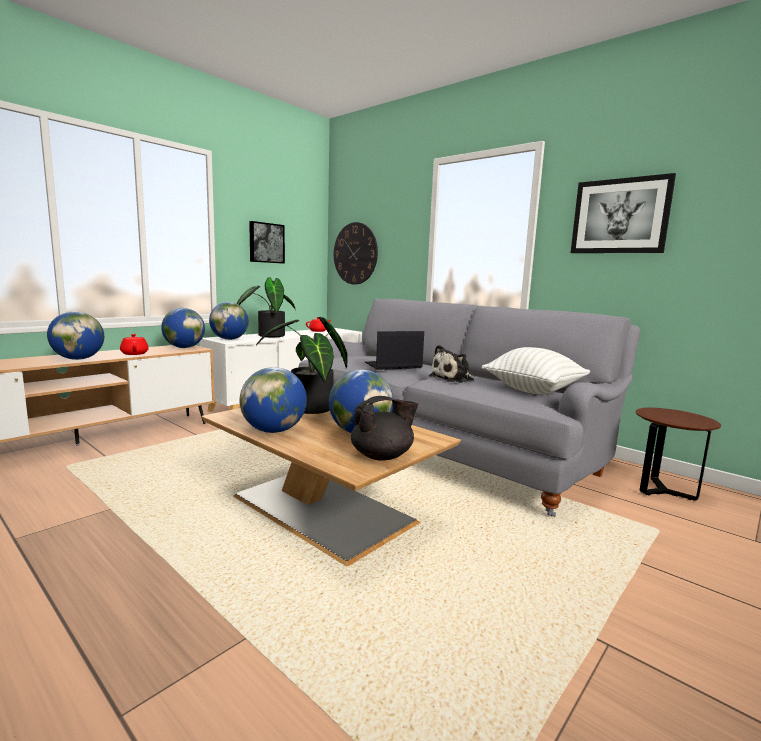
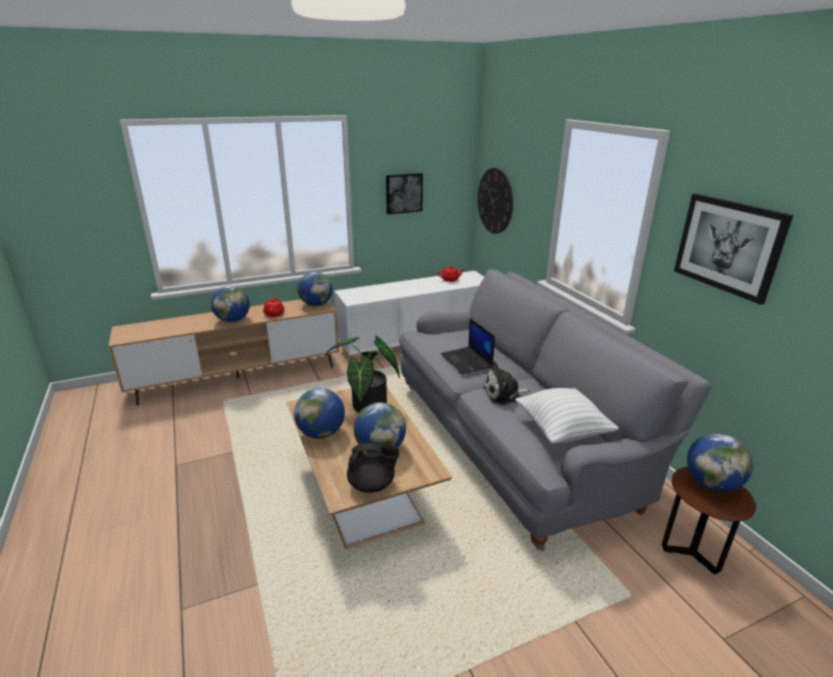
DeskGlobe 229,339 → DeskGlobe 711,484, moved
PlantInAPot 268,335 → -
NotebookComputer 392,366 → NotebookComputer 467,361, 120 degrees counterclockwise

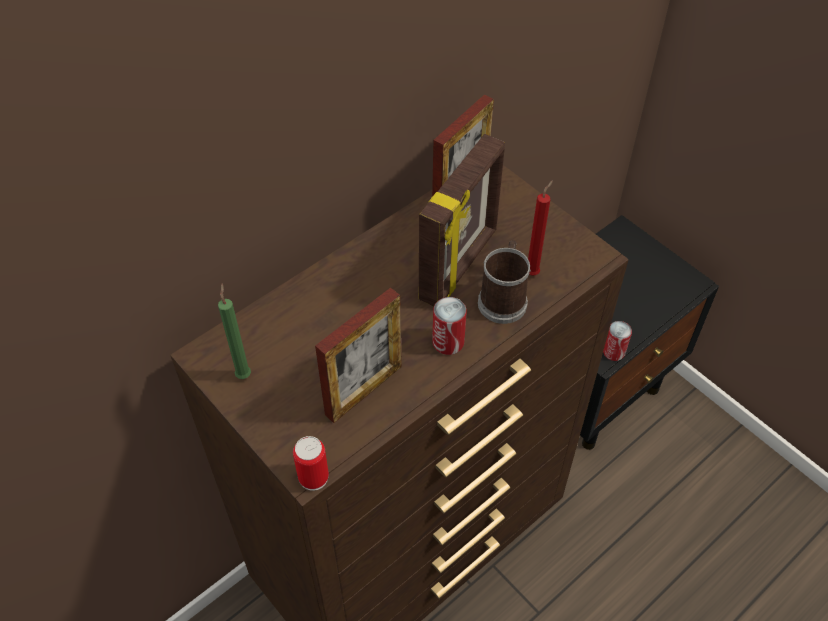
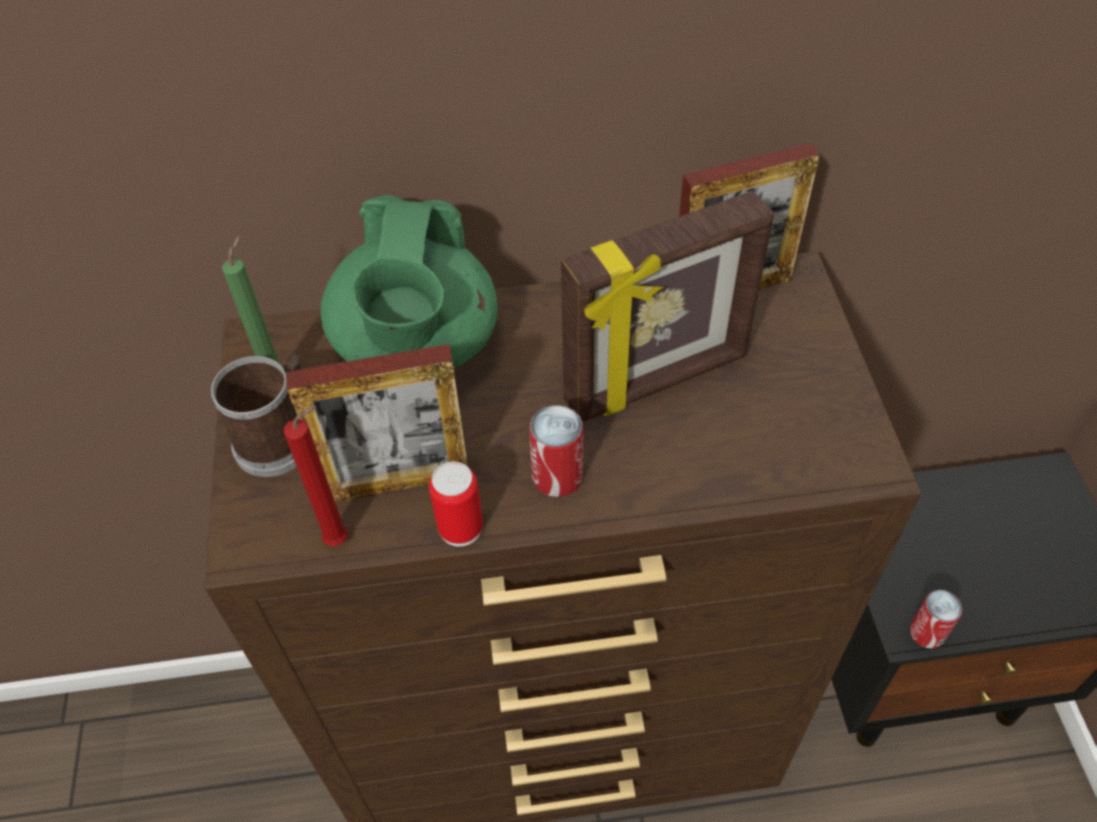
Can 313,477 → Can 460,527, moved
Mug 503,299 → Mug 281,439, moved
RedColouredWaxCandle 533,272 → RedColouredWaxCandle 341,539, moved
- → GreenColouredPotForTea 417,348

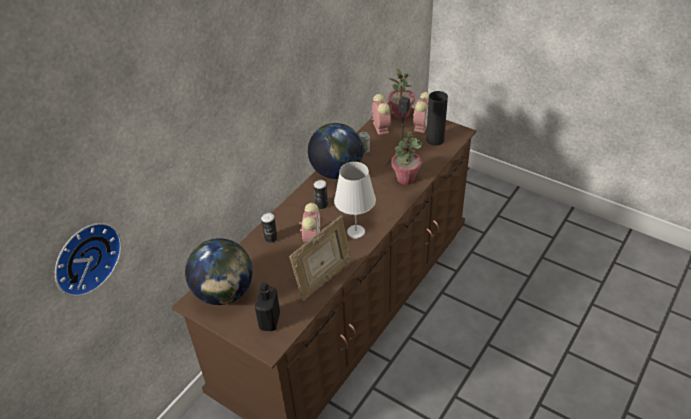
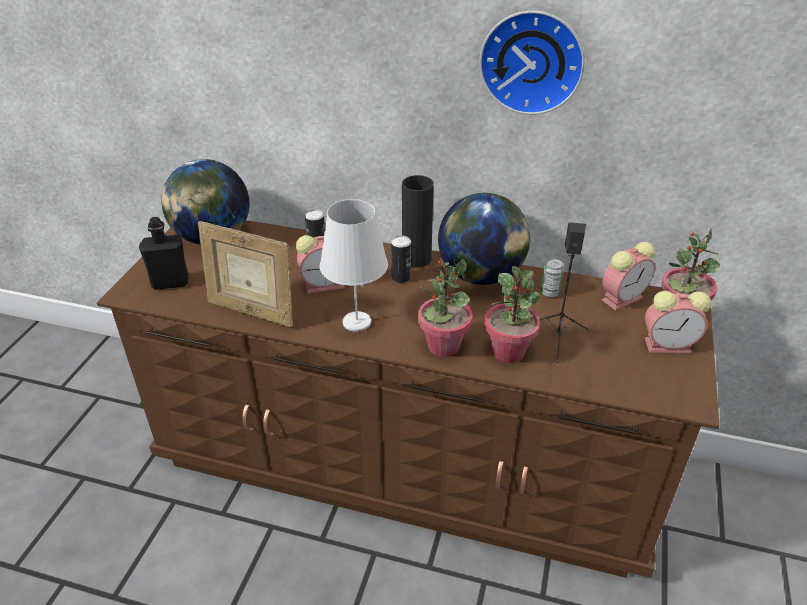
ClockOnTheWall 84,257 → ClockOnTheWall 532,61, moved
BlackColouredDecorativeVase 435,140 → BlackColouredDecorativeVase 416,259, moved
- → PlantInAPot 443,346

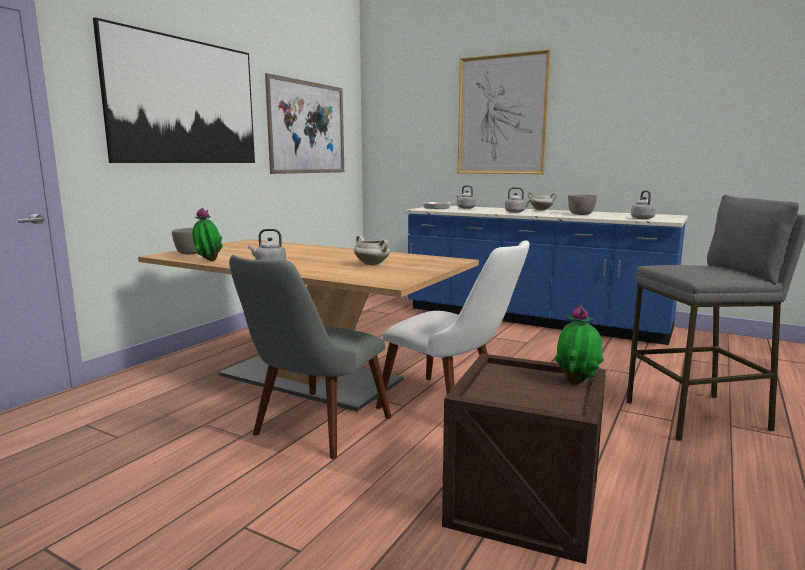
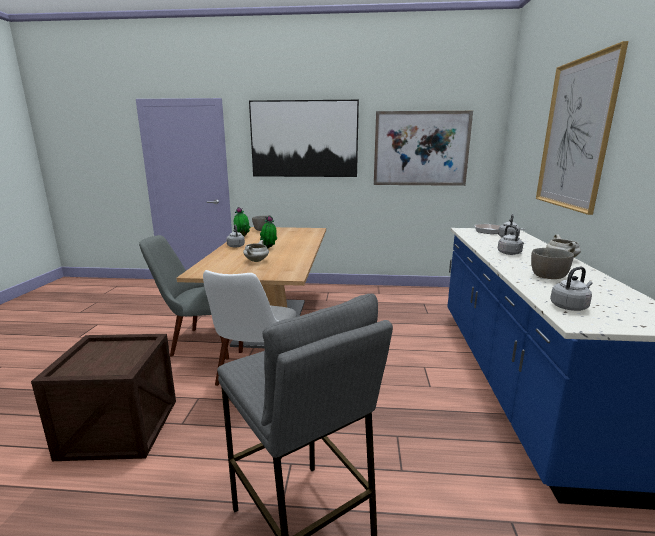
PlantInAPot 577,382 → PlantInAPot 269,248, moved

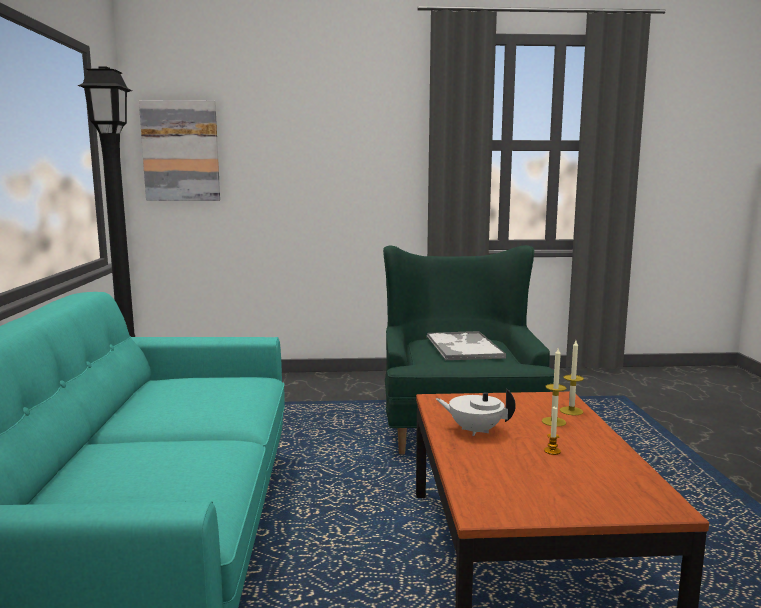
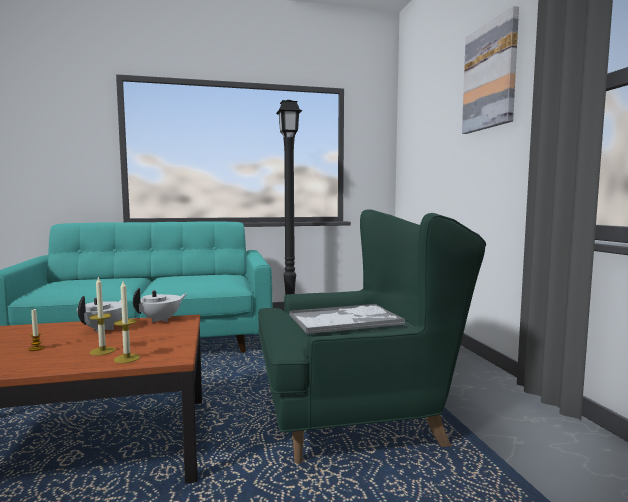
WallArt 181,151 → WallArt 490,76, moved
- → WhitePotForTea 161,319

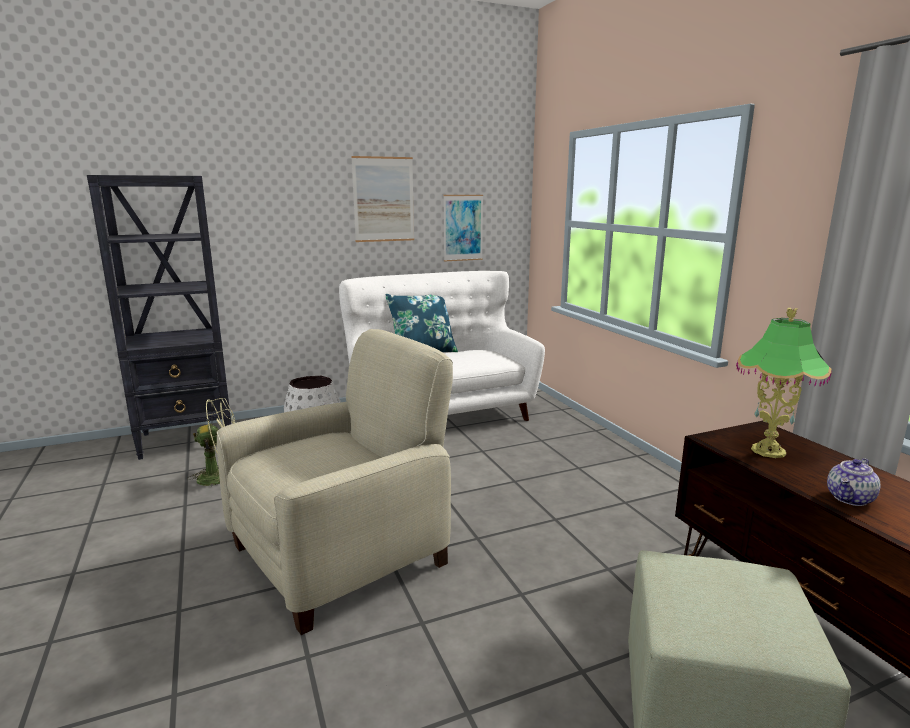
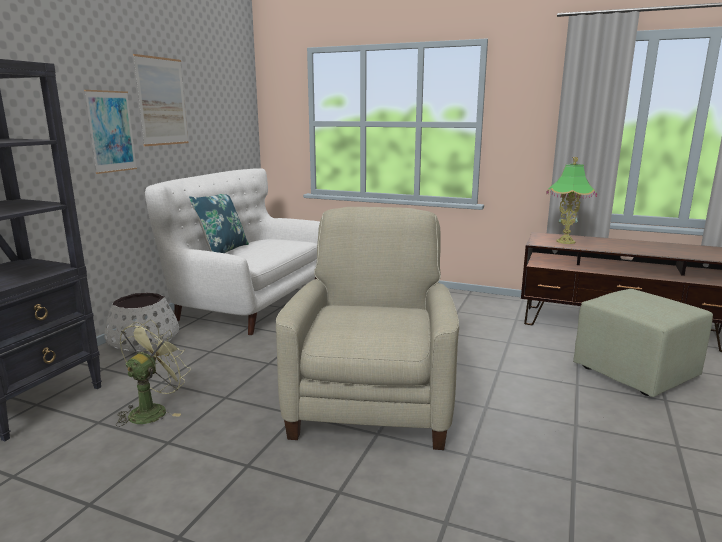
WallArt 463,228 → WallArt 111,131, moved
PotForTea 850,499 → -

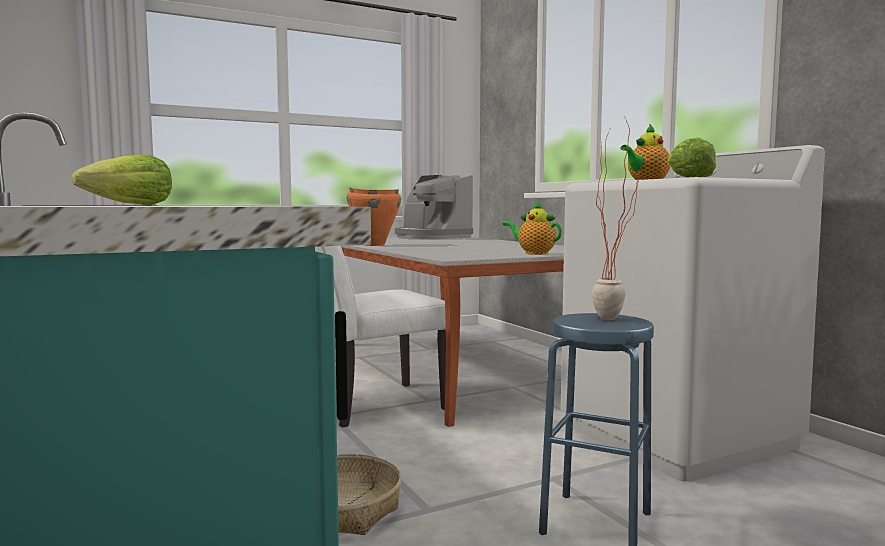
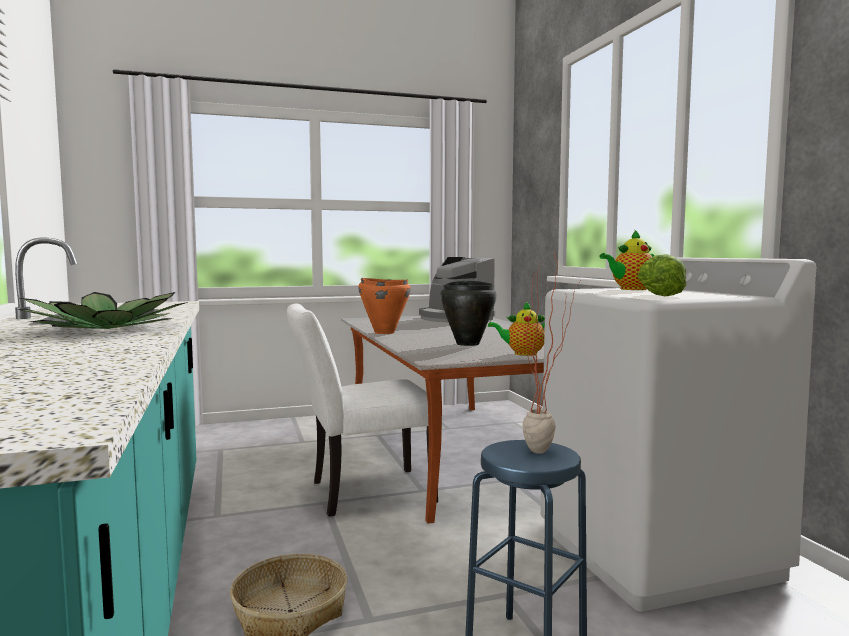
Lettuce 131,205 → PlantInAPot 107,328
PotForTea 534,253 → PotForTea 522,353, 45 degrees counterclockwise
- → BlackColouredStockpot 468,344

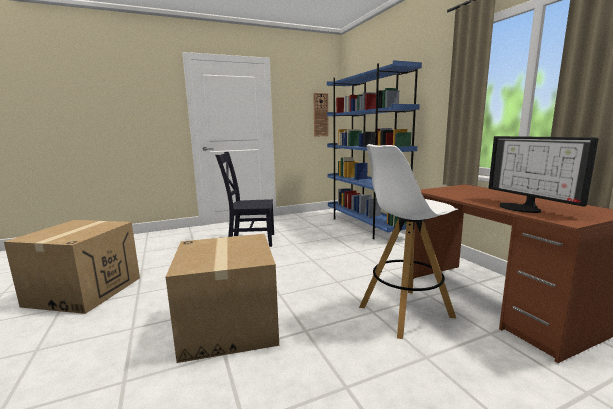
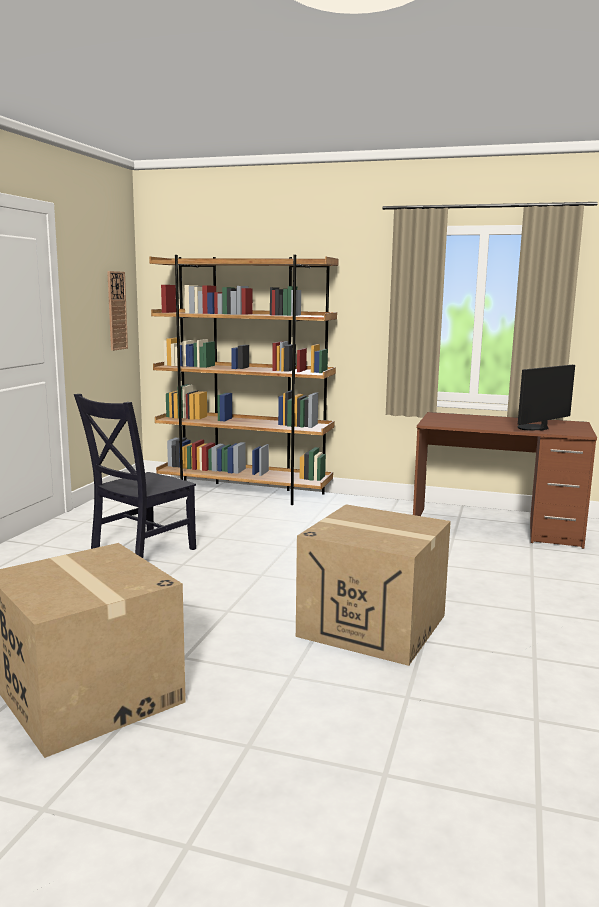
BlueColouredBookshelf 364,226 → BrownishBookshelf 244,492
WhiteStool 404,312 → -
Monitor 523,207 → Monitor 535,428, 120 degrees clockwise

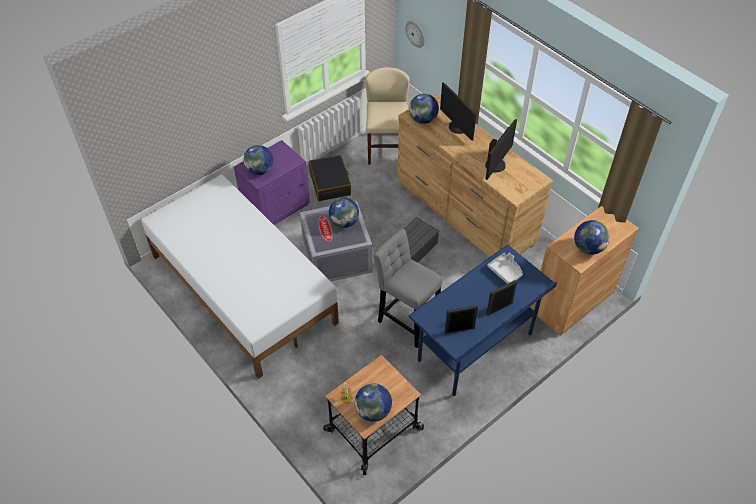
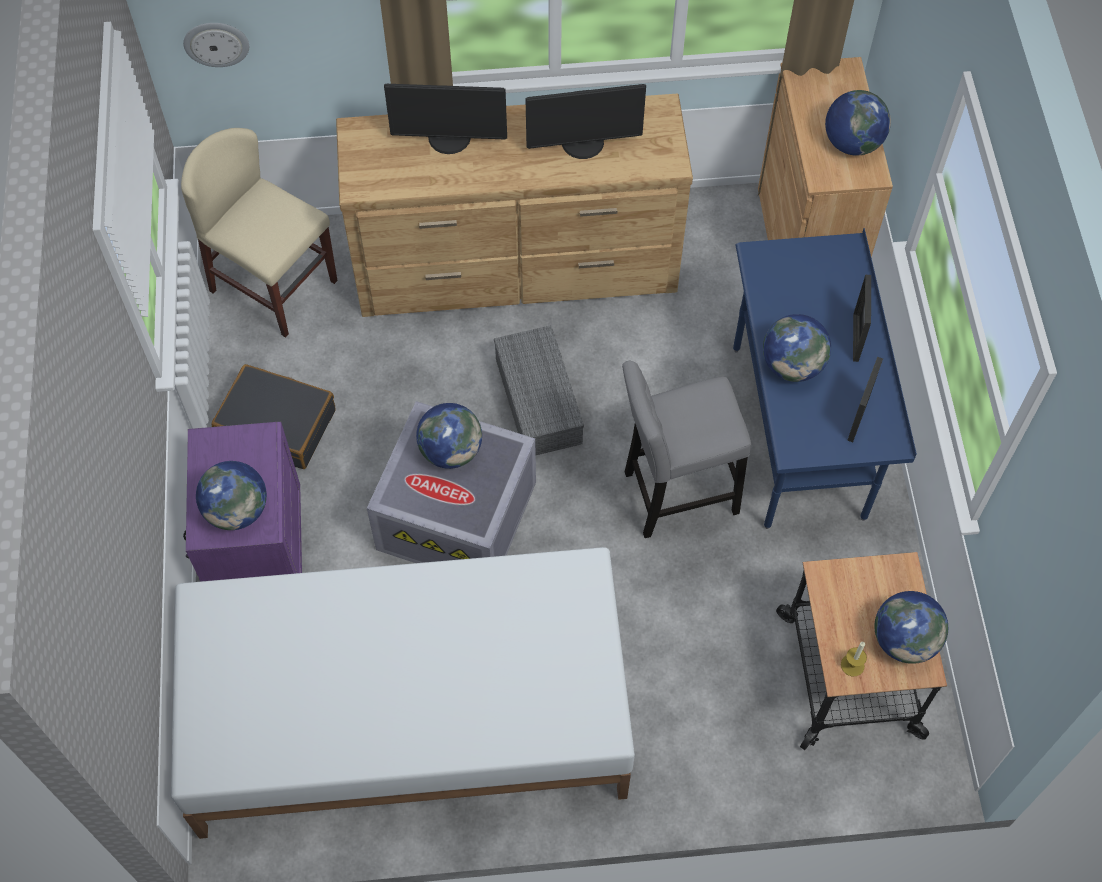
DeskGlobe 423,119 → DeskGlobe 792,365, moved
Monitor 496,165 → Monitor 583,144, 105 degrees clockwise
GrayTray 505,271 → -

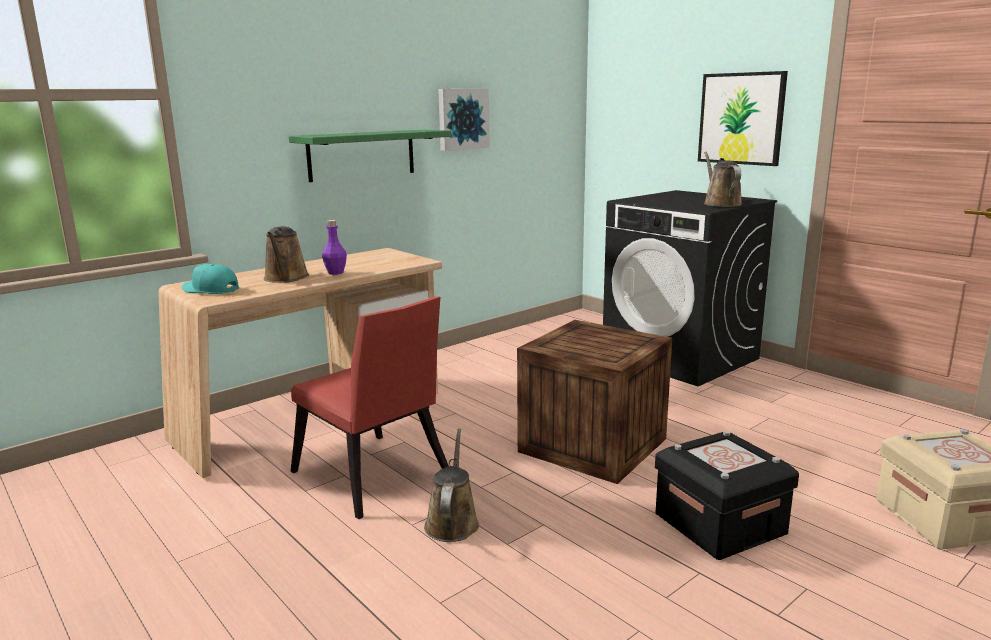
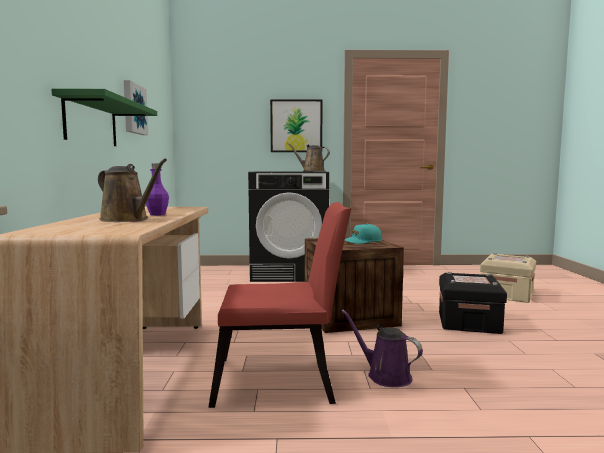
TurquoiseColouredBaseballCap 210,290 → TurquoiseColouredBaseballCap 362,241, moved
BrownishSprinklingCan 452,522 → PurplishSprinklingCan 385,375

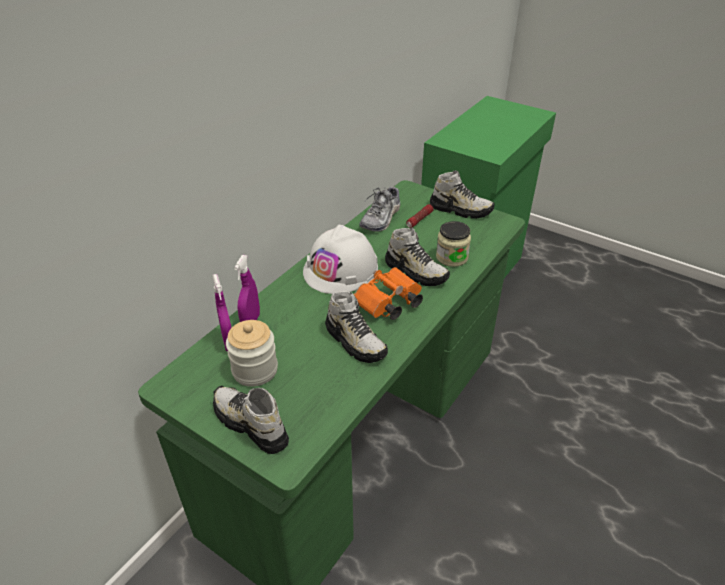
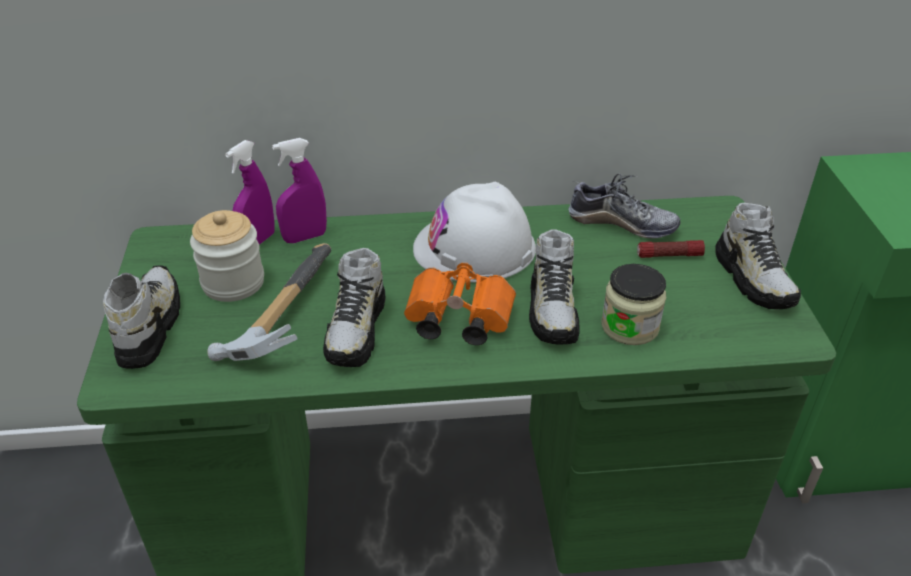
ItemOfFootwear 381,218 → ItemOfFootwear 622,223, 150 degrees counterclockwise
- → ToolHammer 278,316

